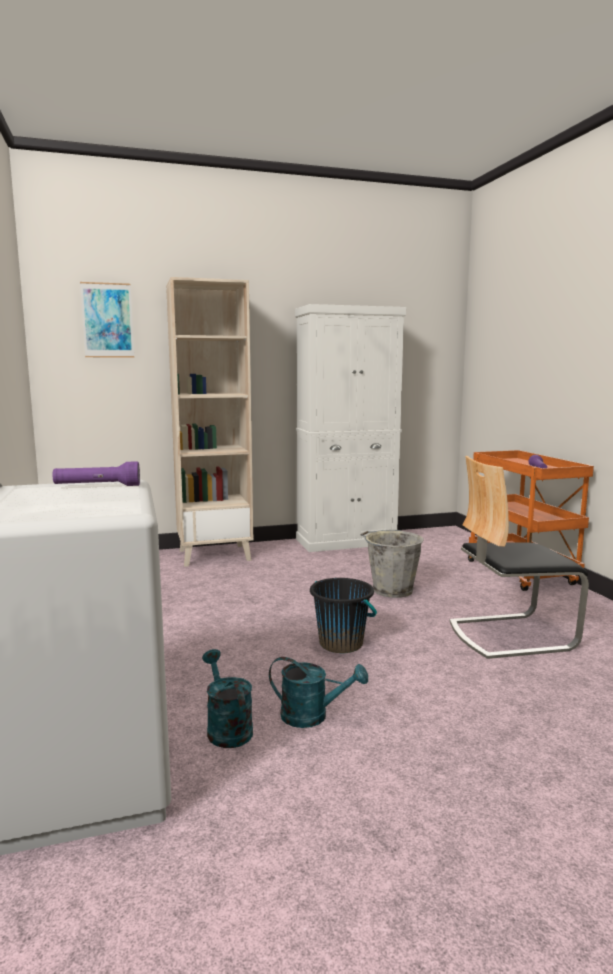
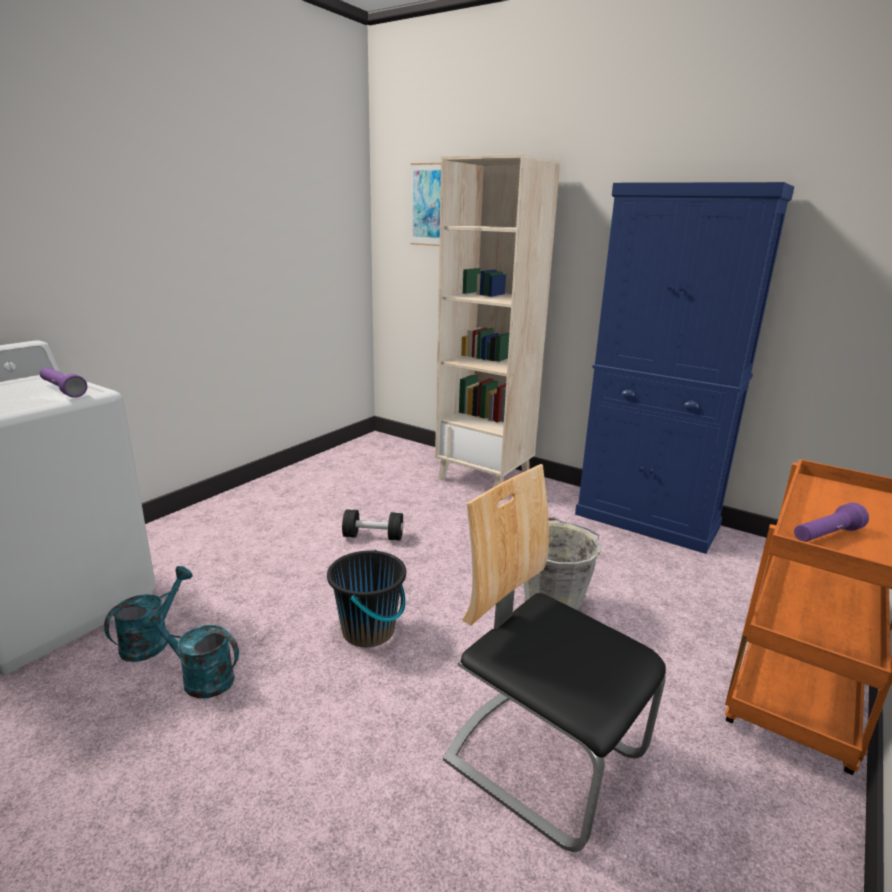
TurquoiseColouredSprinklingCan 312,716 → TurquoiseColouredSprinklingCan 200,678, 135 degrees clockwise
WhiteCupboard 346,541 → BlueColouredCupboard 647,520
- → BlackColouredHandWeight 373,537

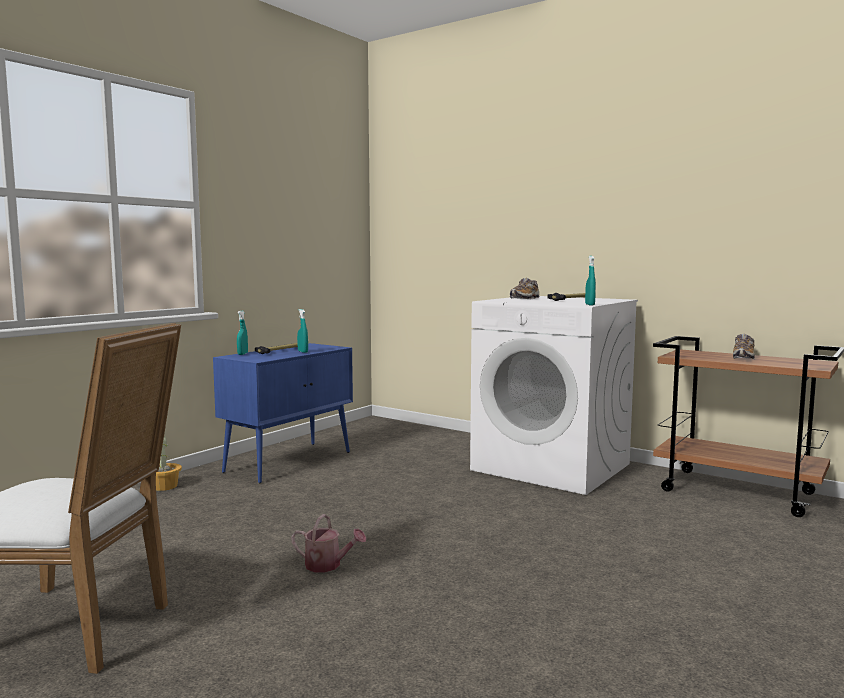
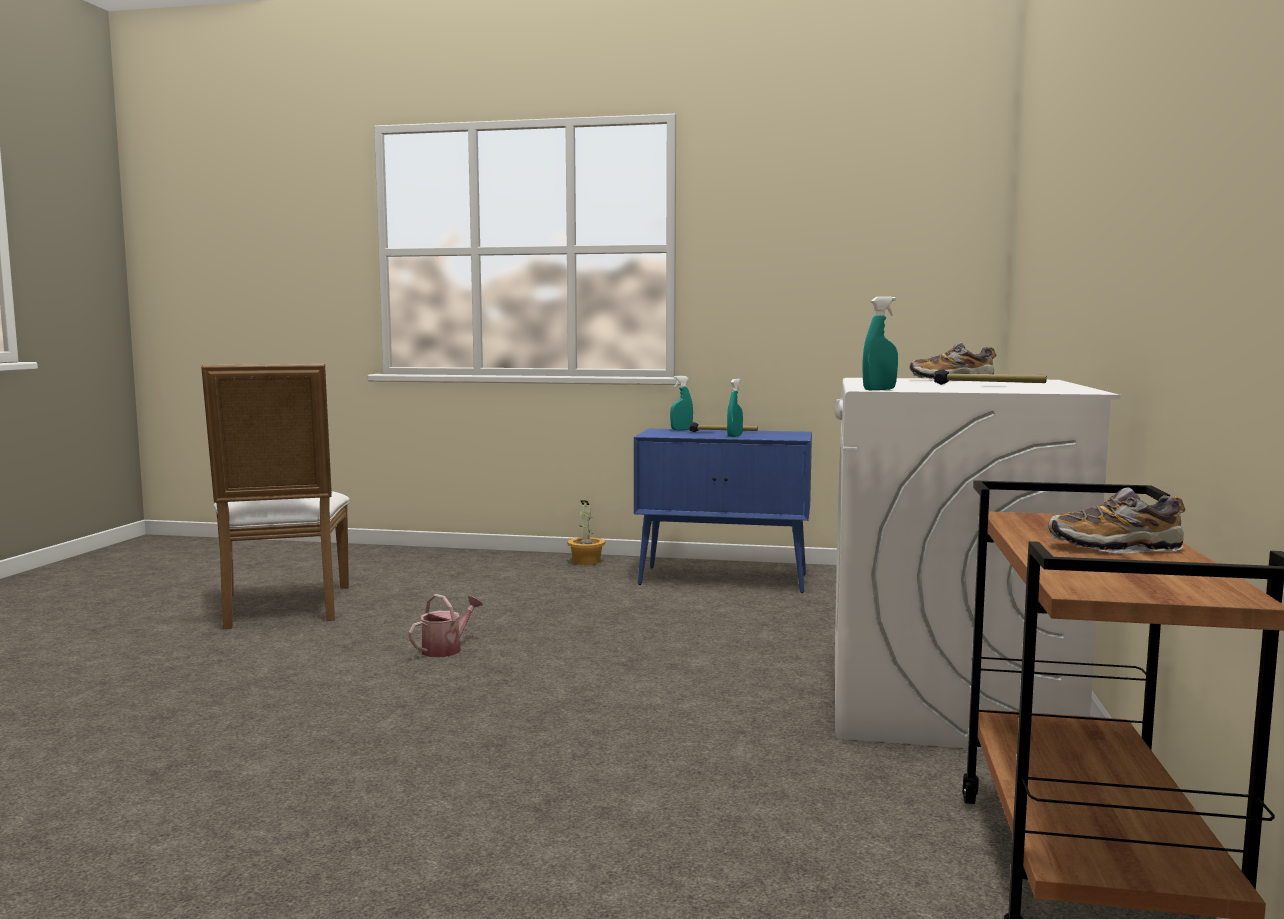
SprinklingCan 327,565 → SprinklingCan 446,649, 135 degrees counterclockwise

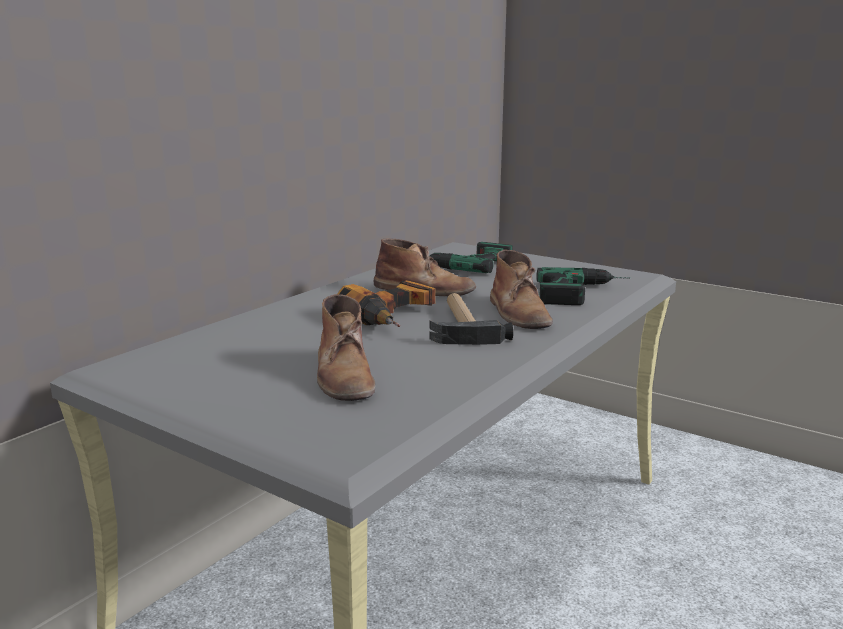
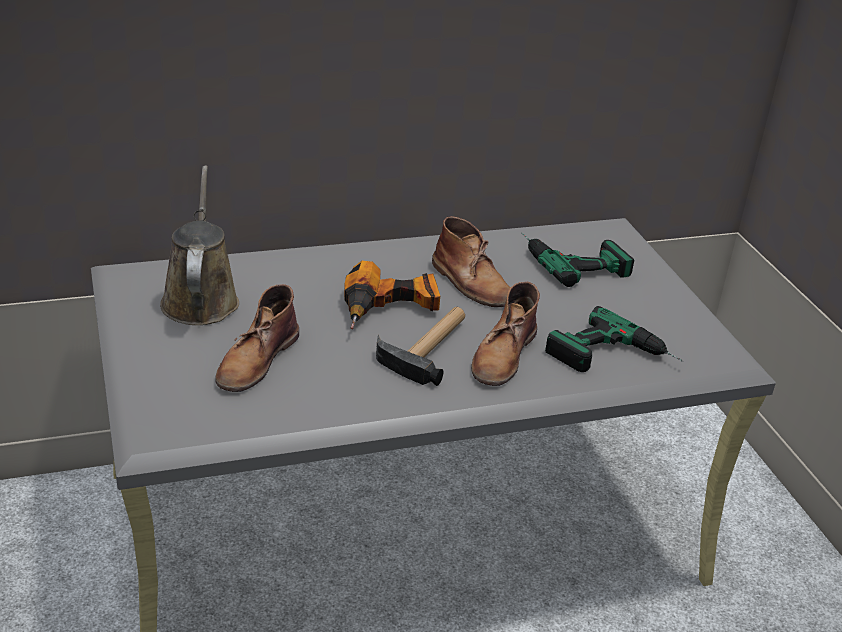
- → BrownishSprinklingCan 200,299

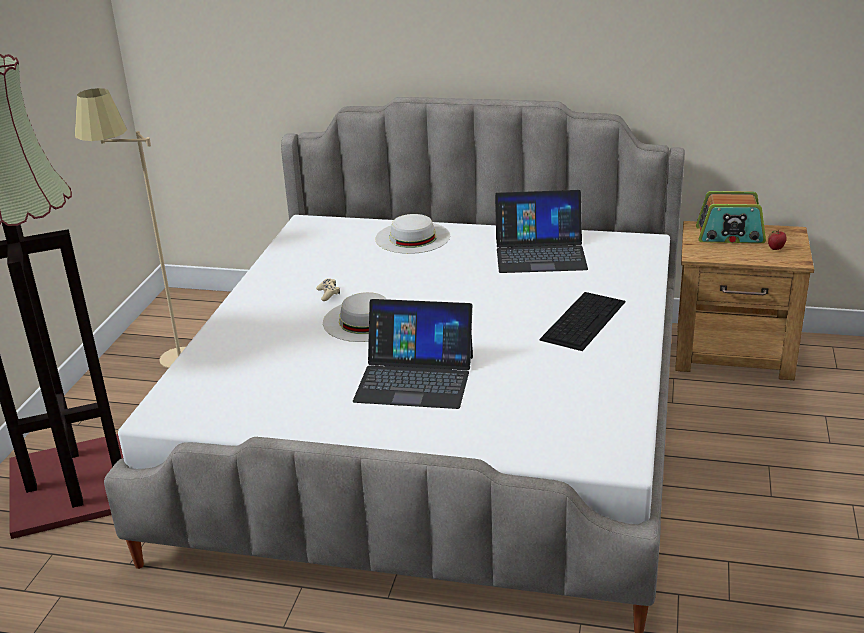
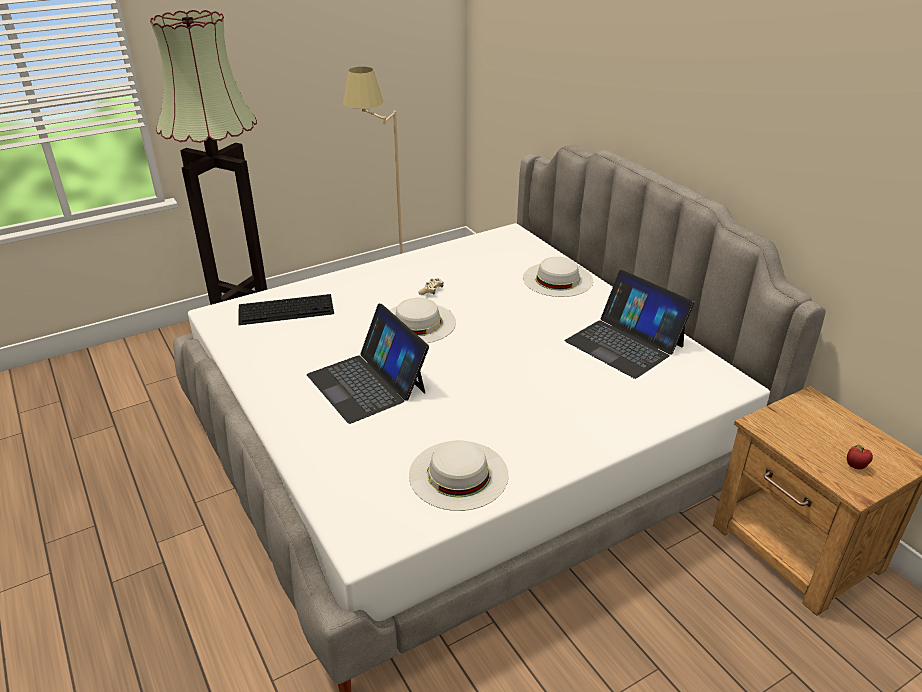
ComputerKeyboard 583,320 → ComputerKeyboard 287,309, moved
RadioSet 730,235 → -
- → WhiteClothingHat 458,474

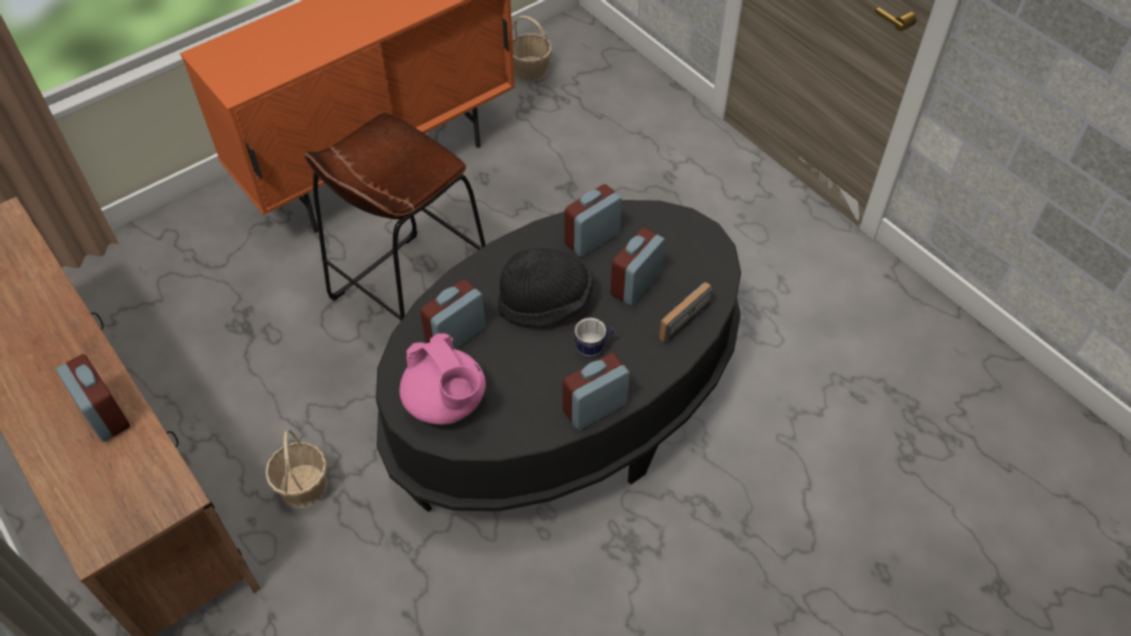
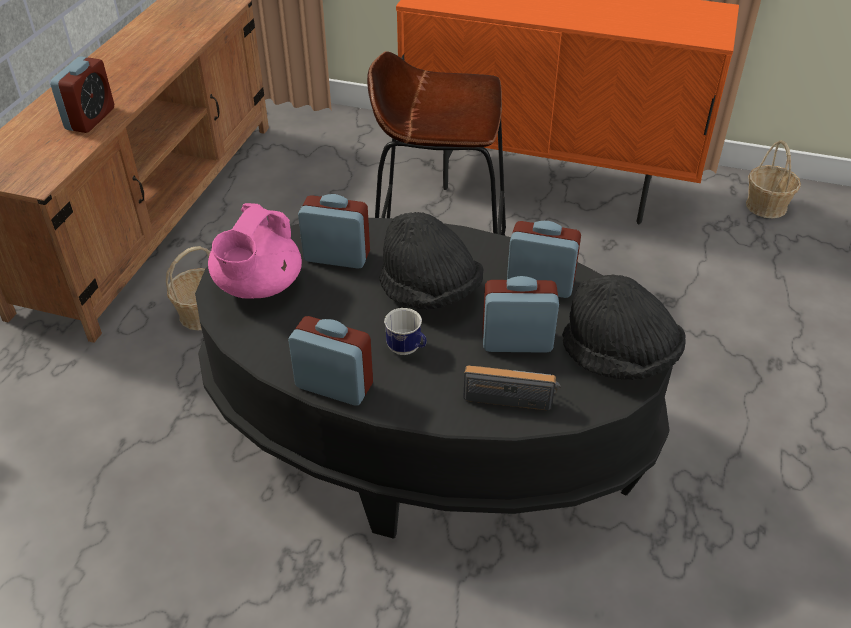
- → BlackColouredClothingHat 619,357

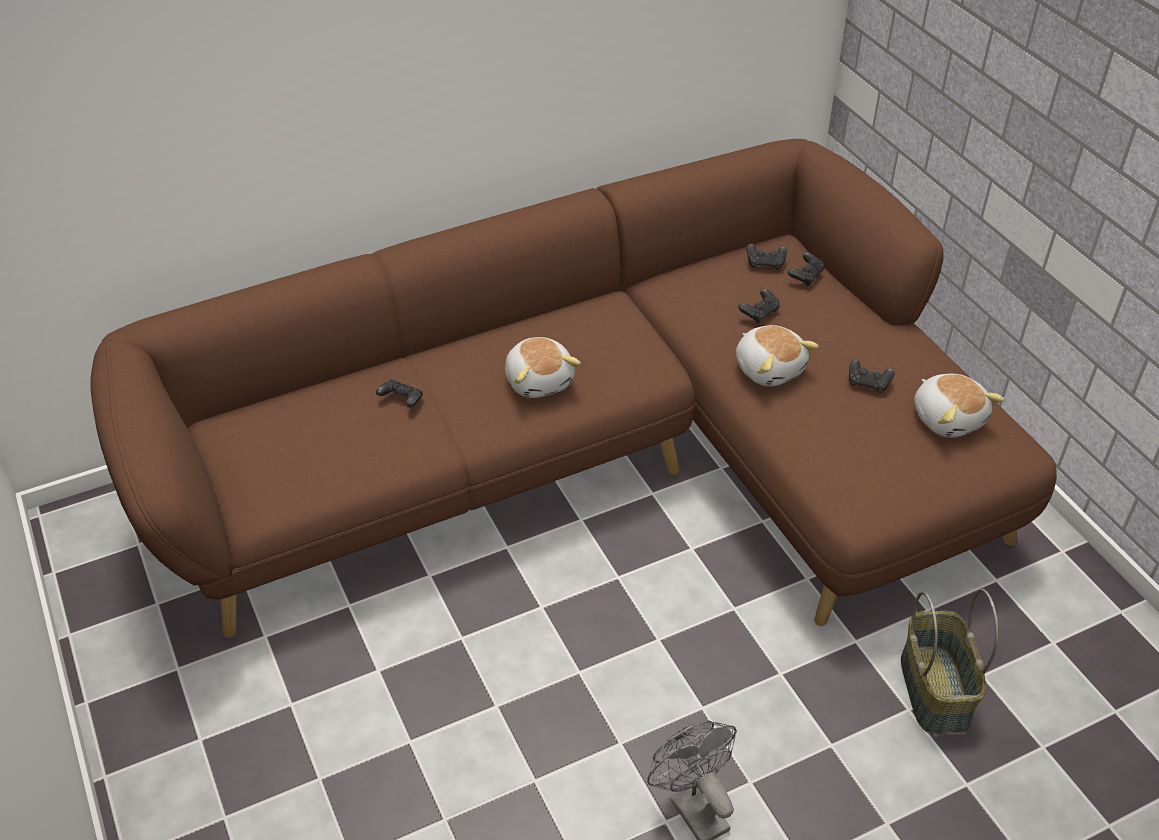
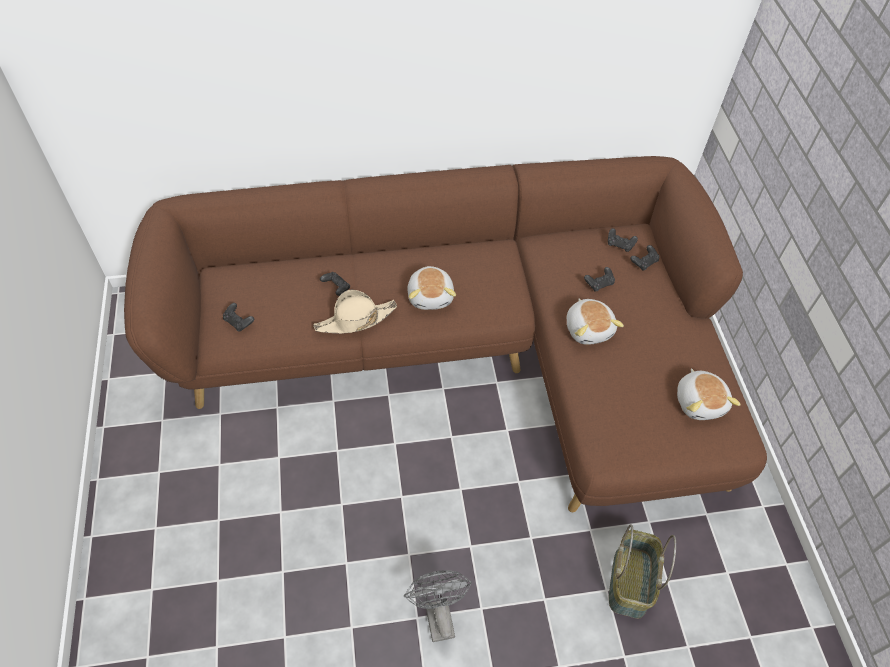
BlackColouredJoypad 868,383 → BlackColouredJoypad 239,322, moved
- → SandColouredClothingHat 355,320

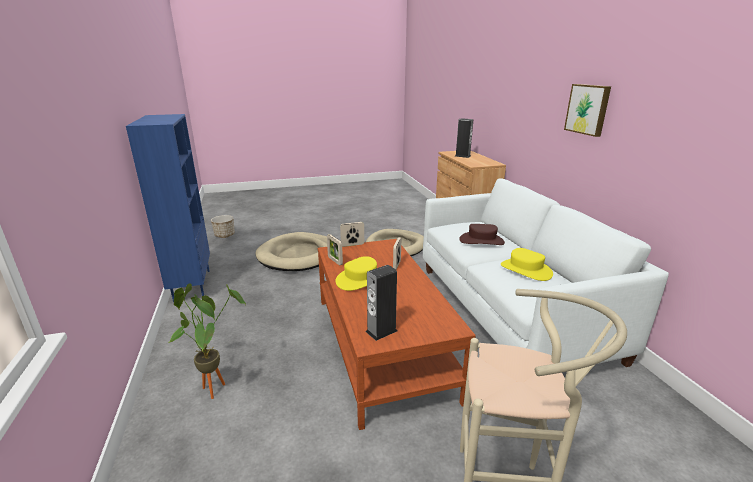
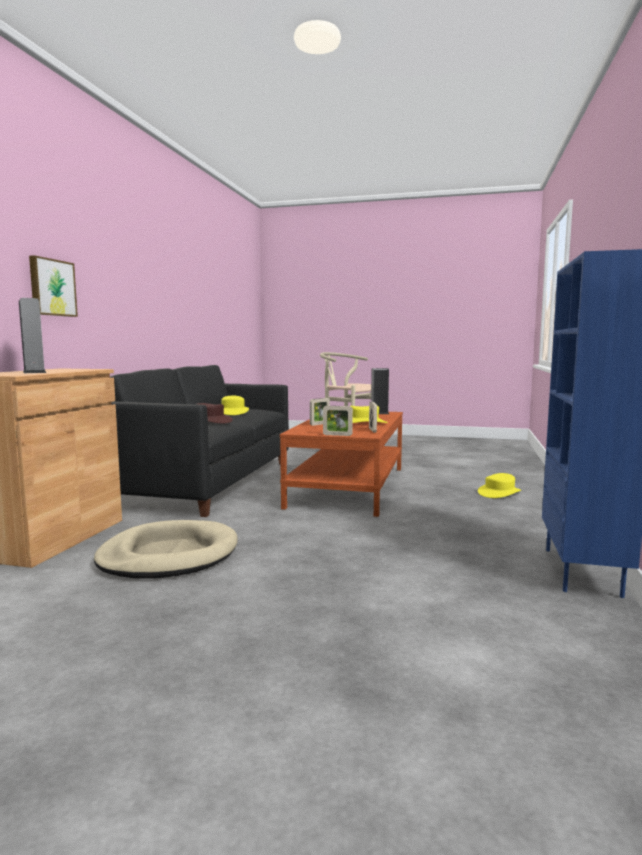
PlantInAPot 215,386 → YellowColouredClothingHat 499,492
PlantPot 225,235 → -
SandColouredDogBed 299,255 → -
WhiteSettee 509,309 → BlackColouredSettee 204,482
WallArt 588,109 → WallArt 51,287, moved

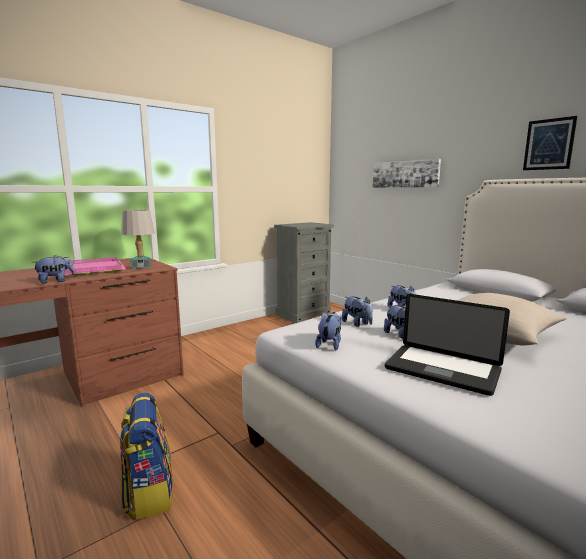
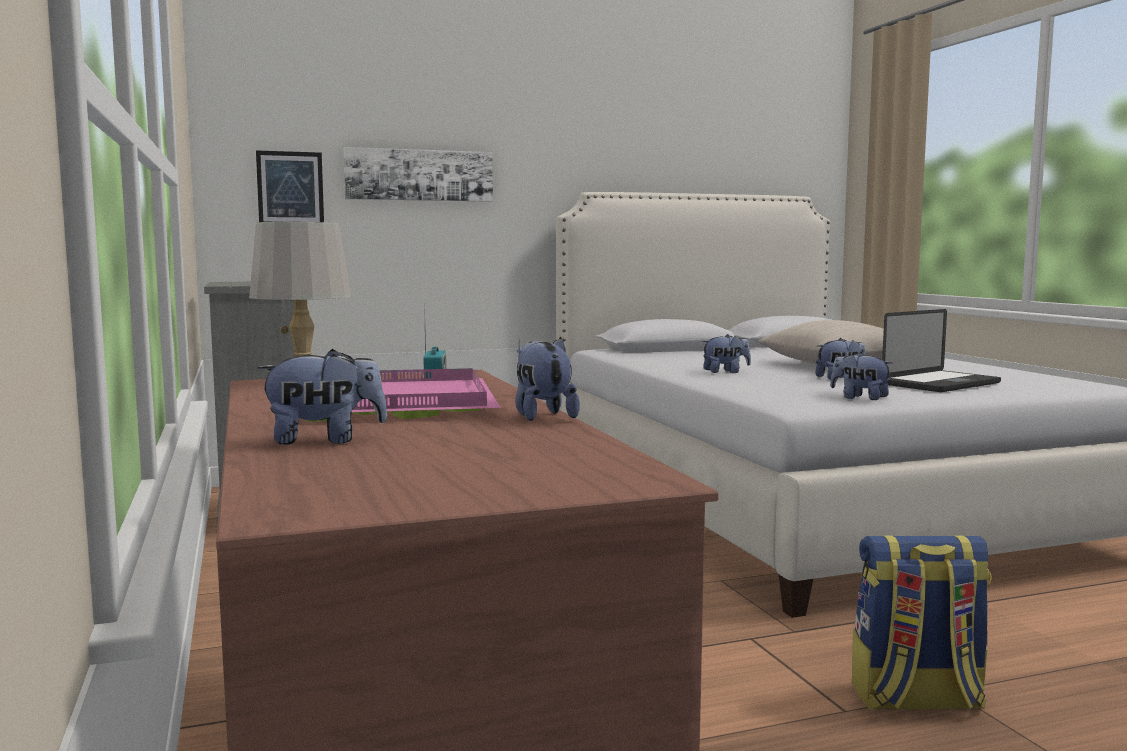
PlushToy 357,324 → PlushToy 325,440, moved
WallArt 548,144 → WallArt 290,188, moved

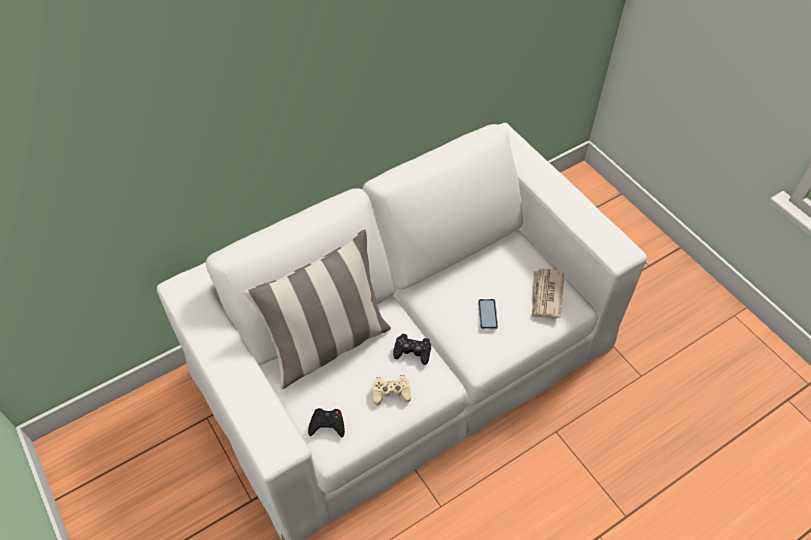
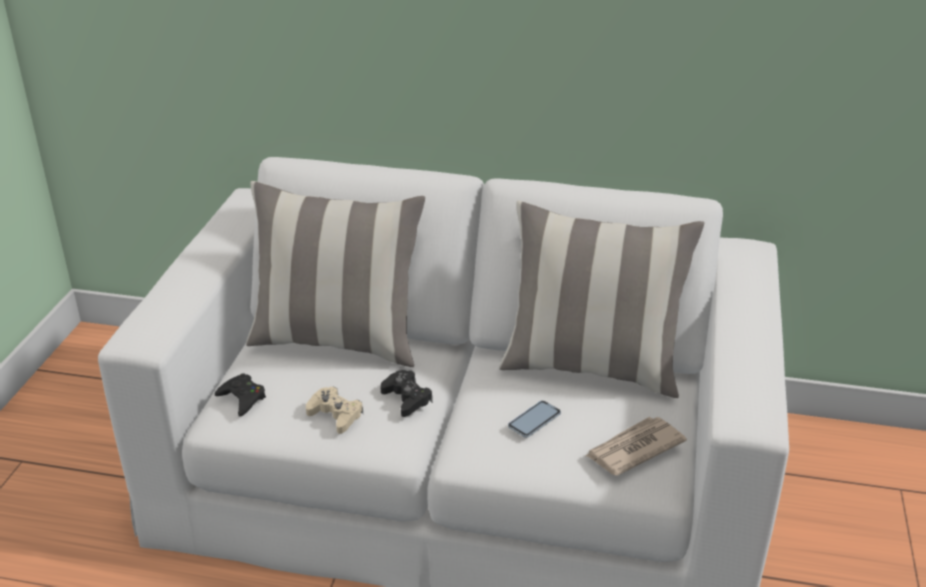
- → ThrowPillow 592,367

